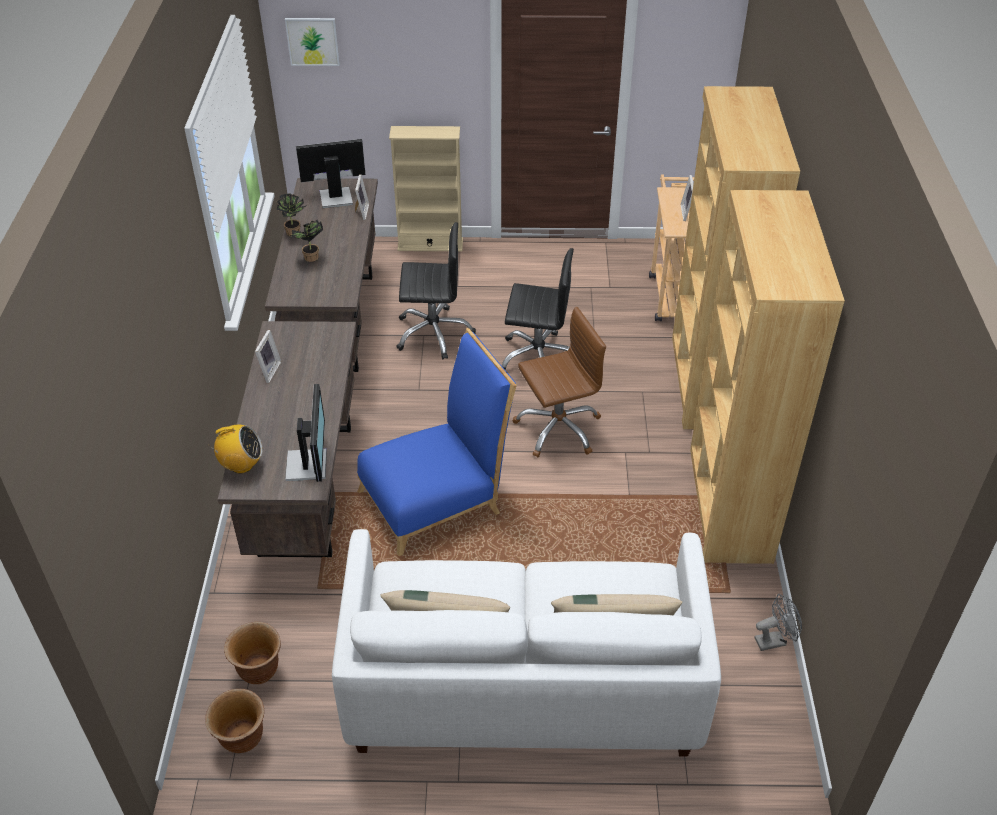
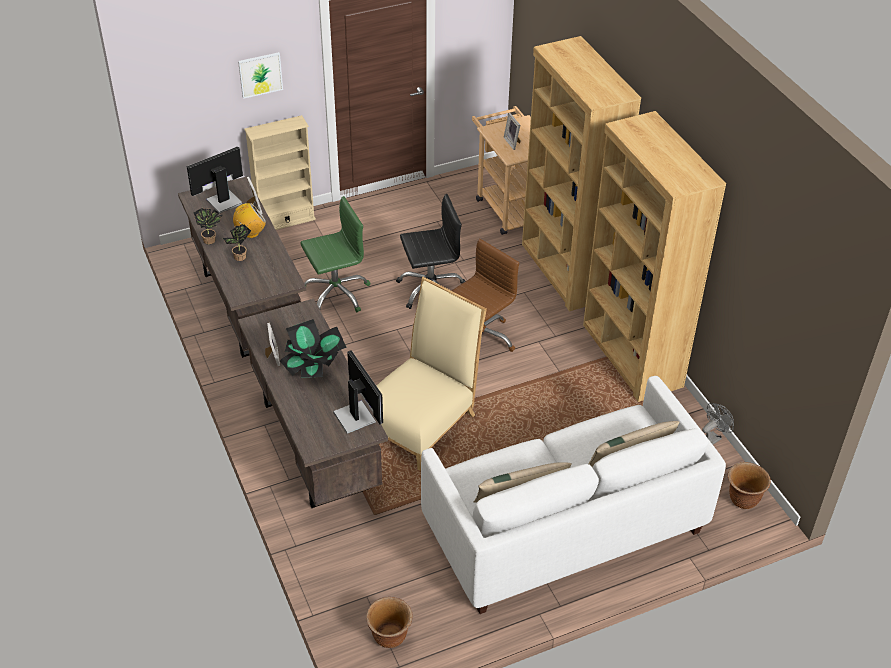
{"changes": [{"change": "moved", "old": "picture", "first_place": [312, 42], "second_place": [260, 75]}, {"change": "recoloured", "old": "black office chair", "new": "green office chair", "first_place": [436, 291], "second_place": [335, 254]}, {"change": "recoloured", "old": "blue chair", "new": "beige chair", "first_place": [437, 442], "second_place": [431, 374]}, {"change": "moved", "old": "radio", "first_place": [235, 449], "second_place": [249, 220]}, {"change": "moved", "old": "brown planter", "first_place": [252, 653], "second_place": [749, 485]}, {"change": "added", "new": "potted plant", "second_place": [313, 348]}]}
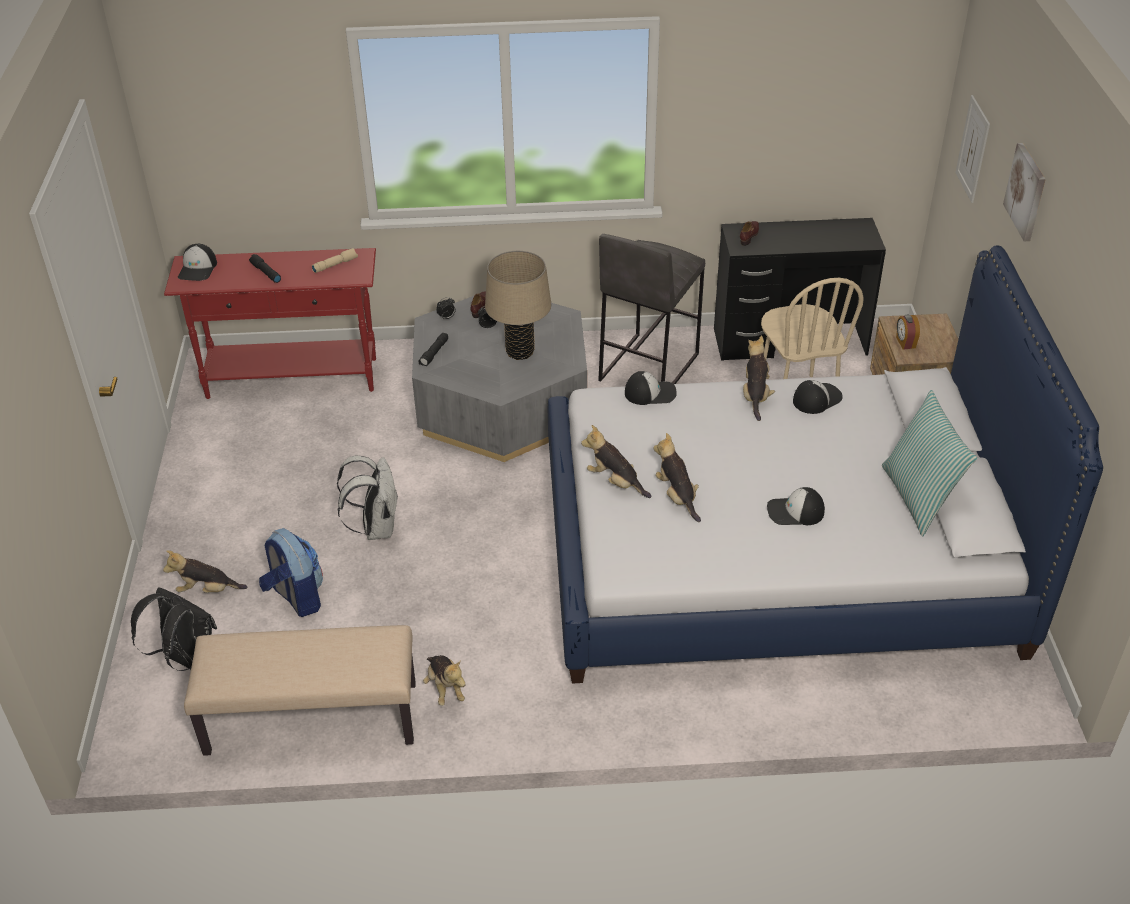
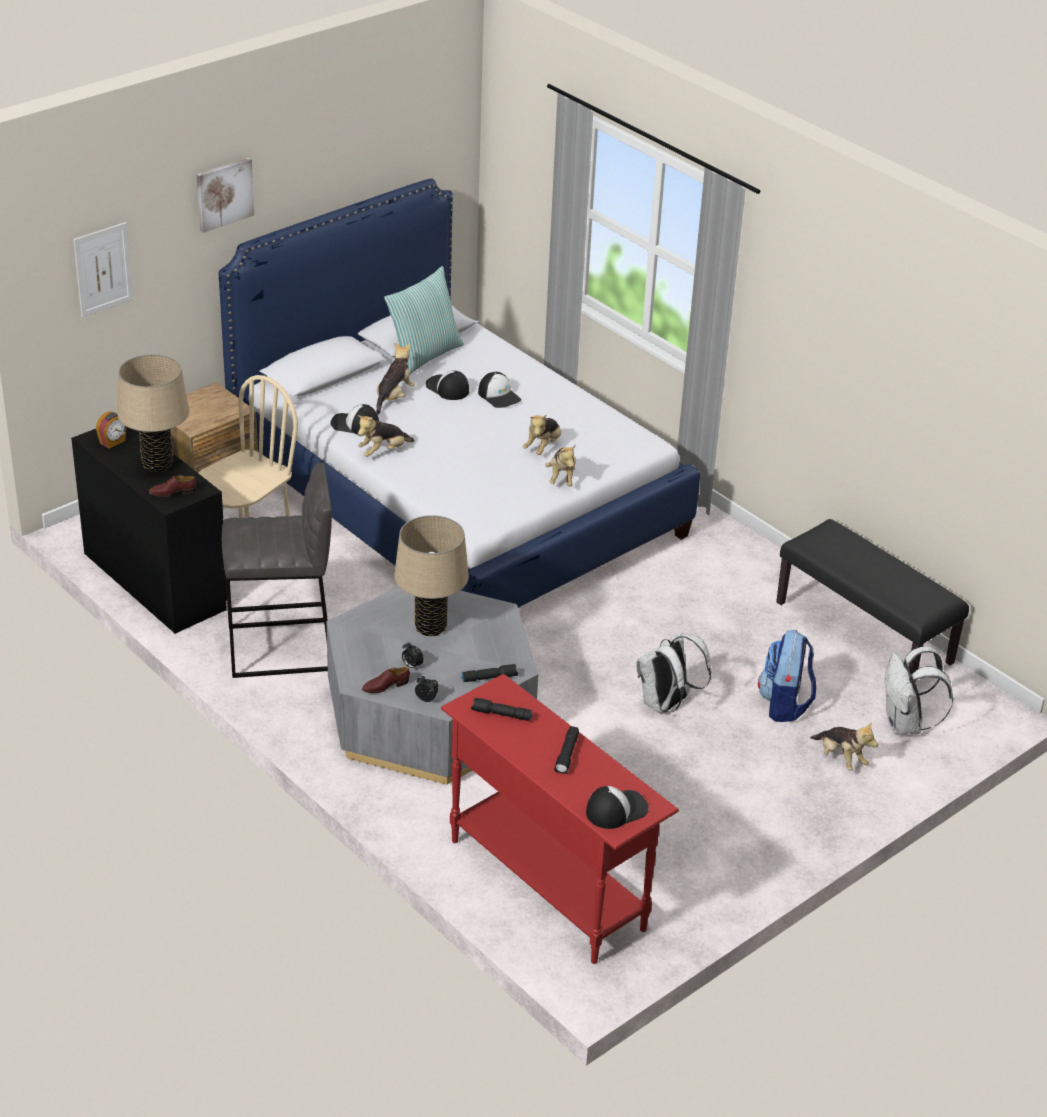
{"changes": [{"change": "recoloured", "old": "beige flashlight", "new": "black flashlight", "first_place": [335, 260], "second_place": [501, 709]}, {"change": "moved", "old": "alarm clock", "first_place": [908, 332], "second_place": [111, 430]}, {"change": "moved", "old": "cap", "first_place": [651, 388], "second_place": [447, 385]}, {"change": "recoloured", "old": "black backpack", "new": "white backpack", "first_place": [174, 629], "second_place": [918, 690]}, {"change": "recoloured", "old": "beige bench", "new": "black bench", "first_place": [299, 690], "second_place": [872, 600]}, {"change": "moved", "old": "plush toy", "first_place": [444, 680], "second_place": [395, 379]}, {"change": "added", "new": "beige table lamp", "second_place": [153, 413]}]}
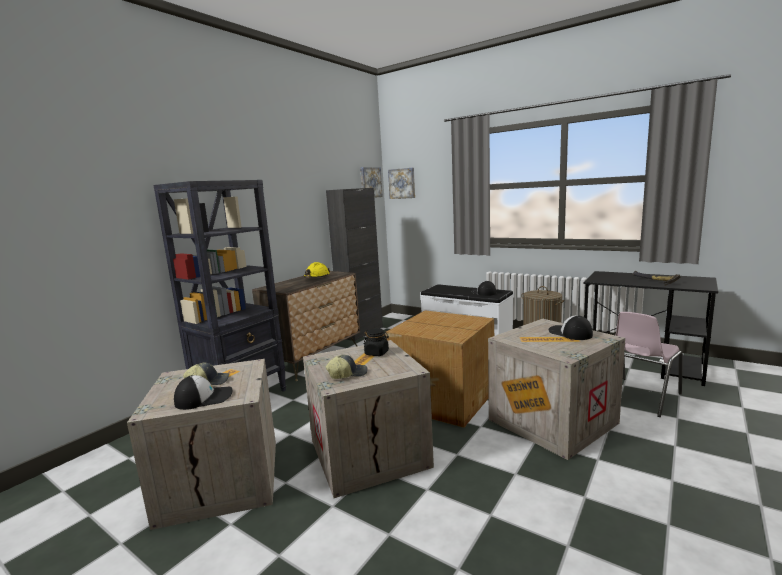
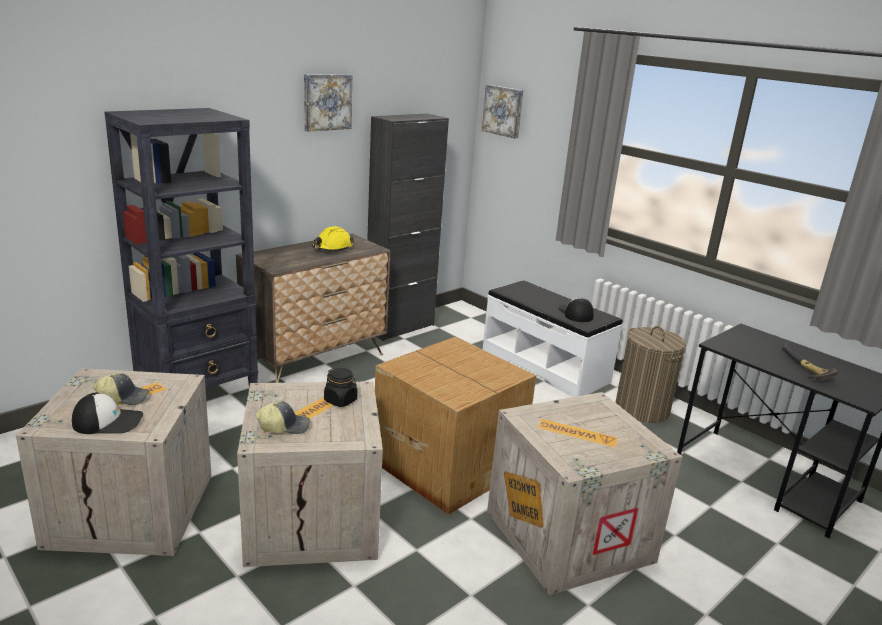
{"changes": [{"change": "moved", "old": "picture", "first_place": [371, 182], "second_place": [328, 103]}, {"change": "removed", "old": "pink chair", "first_place": [649, 364]}, {"change": "removed", "old": "cap", "first_place": [570, 327]}]}
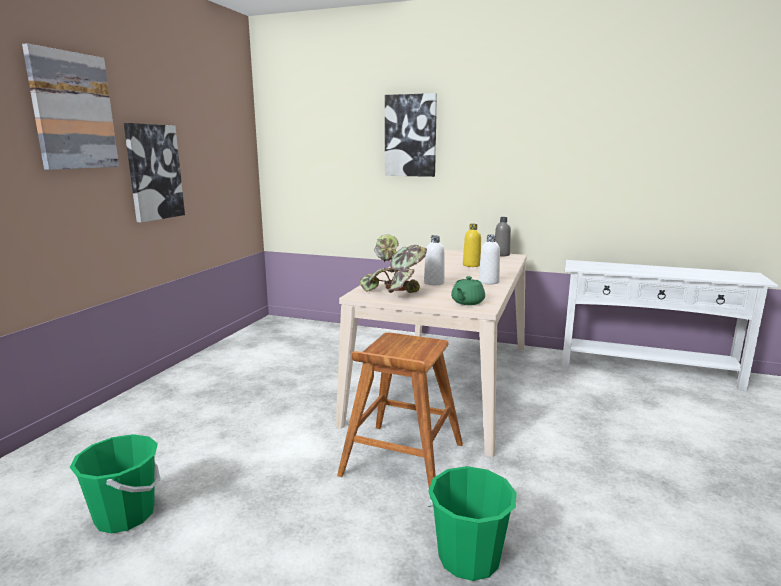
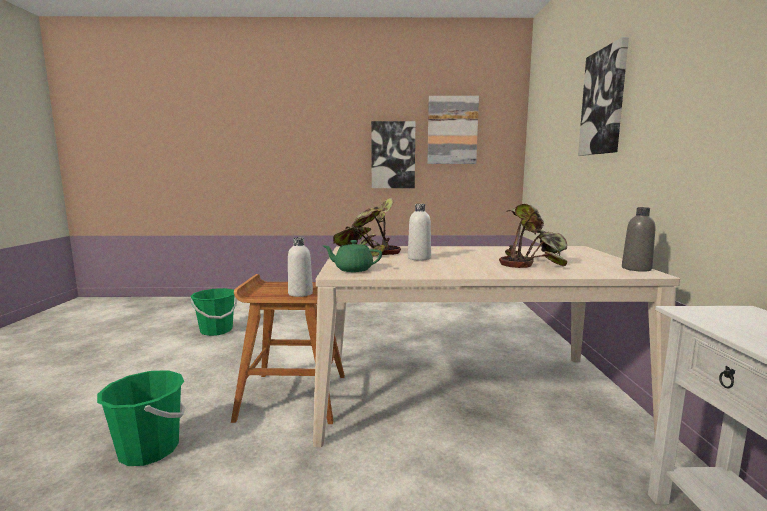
{"changes": [{"change": "moved", "old": "picture", "first_place": [70, 106], "second_place": [453, 130]}, {"change": "replaced", "old": "yellow bottle", "new": "potted plant", "first_place": [472, 245], "second_place": [533, 236]}, {"change": "moved", "old": "white bottle", "first_place": [489, 260], "second_place": [300, 267]}]}
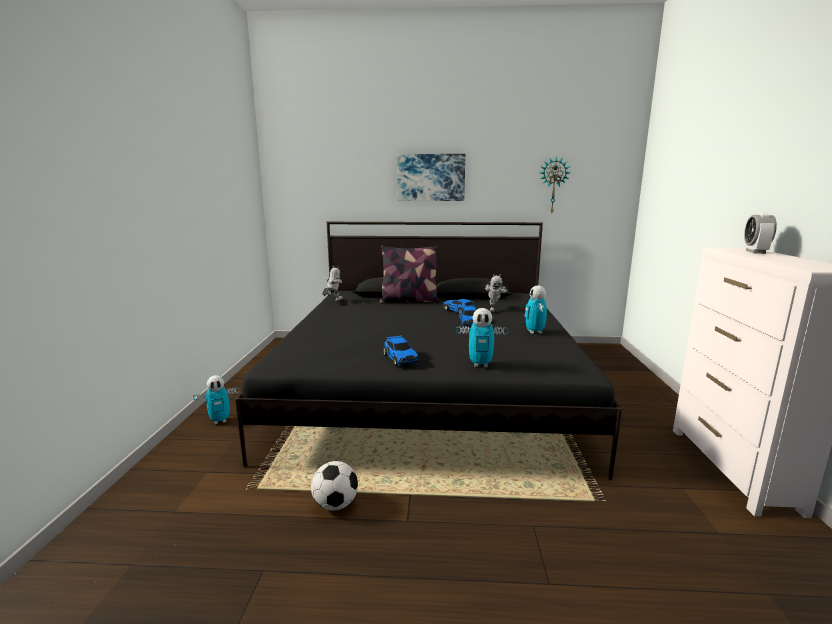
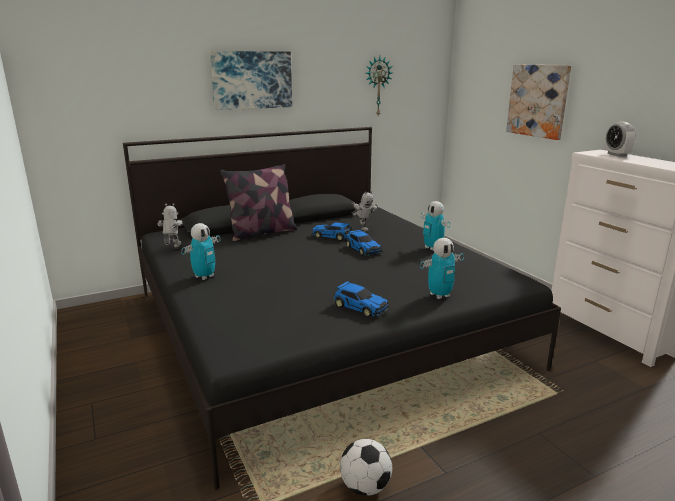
{"changes": [{"change": "moved", "old": "toy robot", "first_place": [216, 399], "second_place": [201, 251]}, {"change": "added", "new": "picture", "second_place": [538, 102]}]}
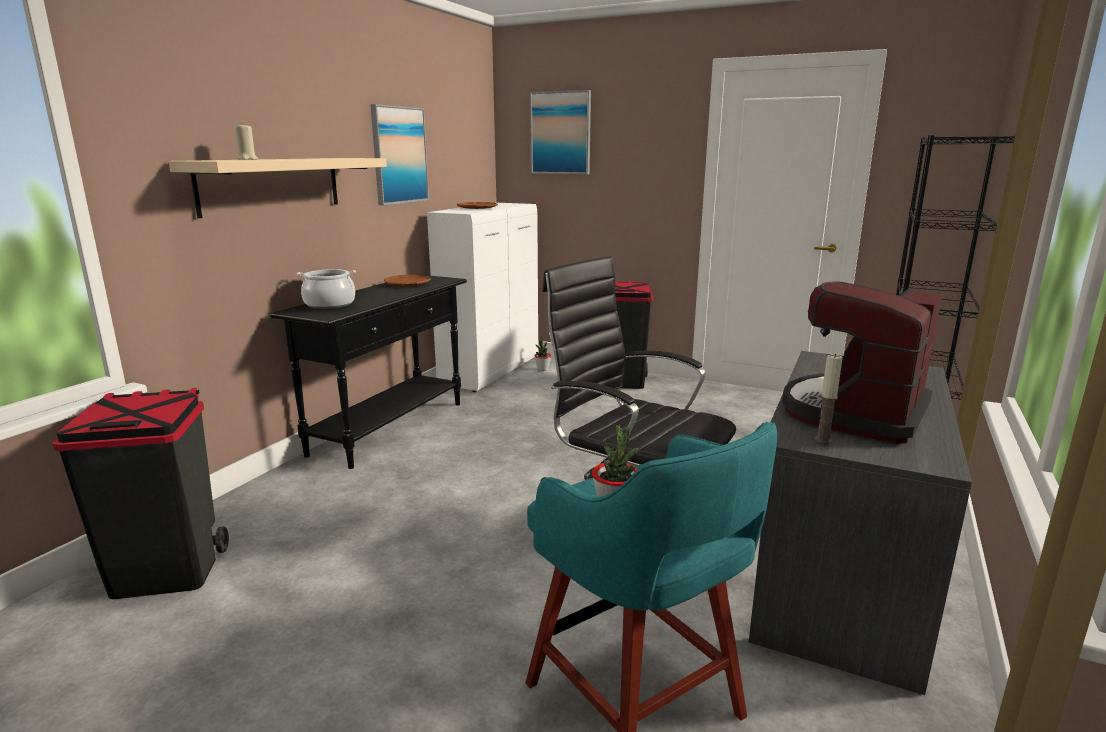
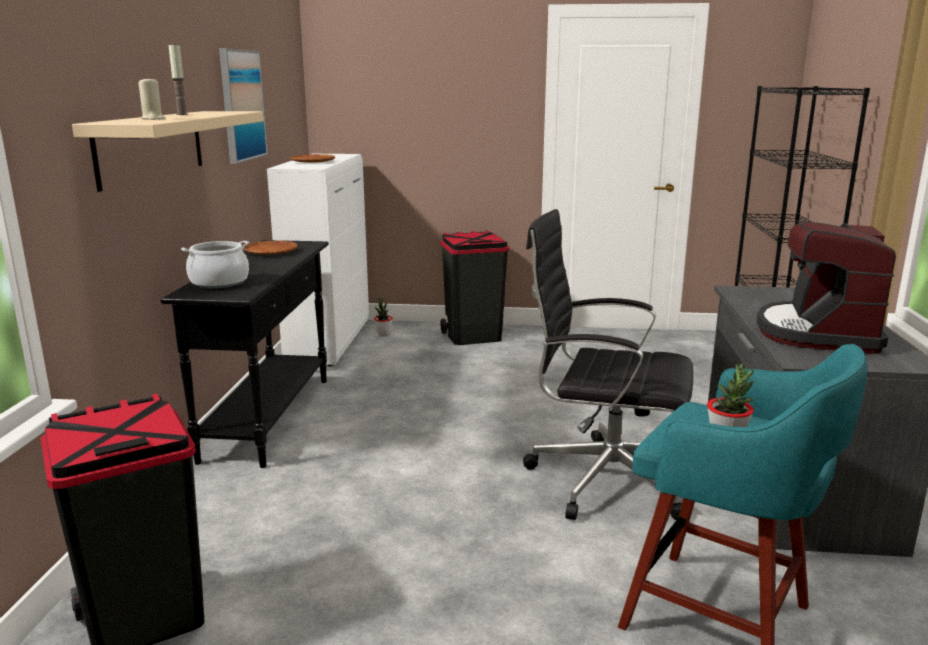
{"changes": [{"change": "removed", "old": "picture", "first_place": [560, 132]}, {"change": "moved", "old": "candle", "first_place": [829, 398], "second_place": [178, 79]}]}
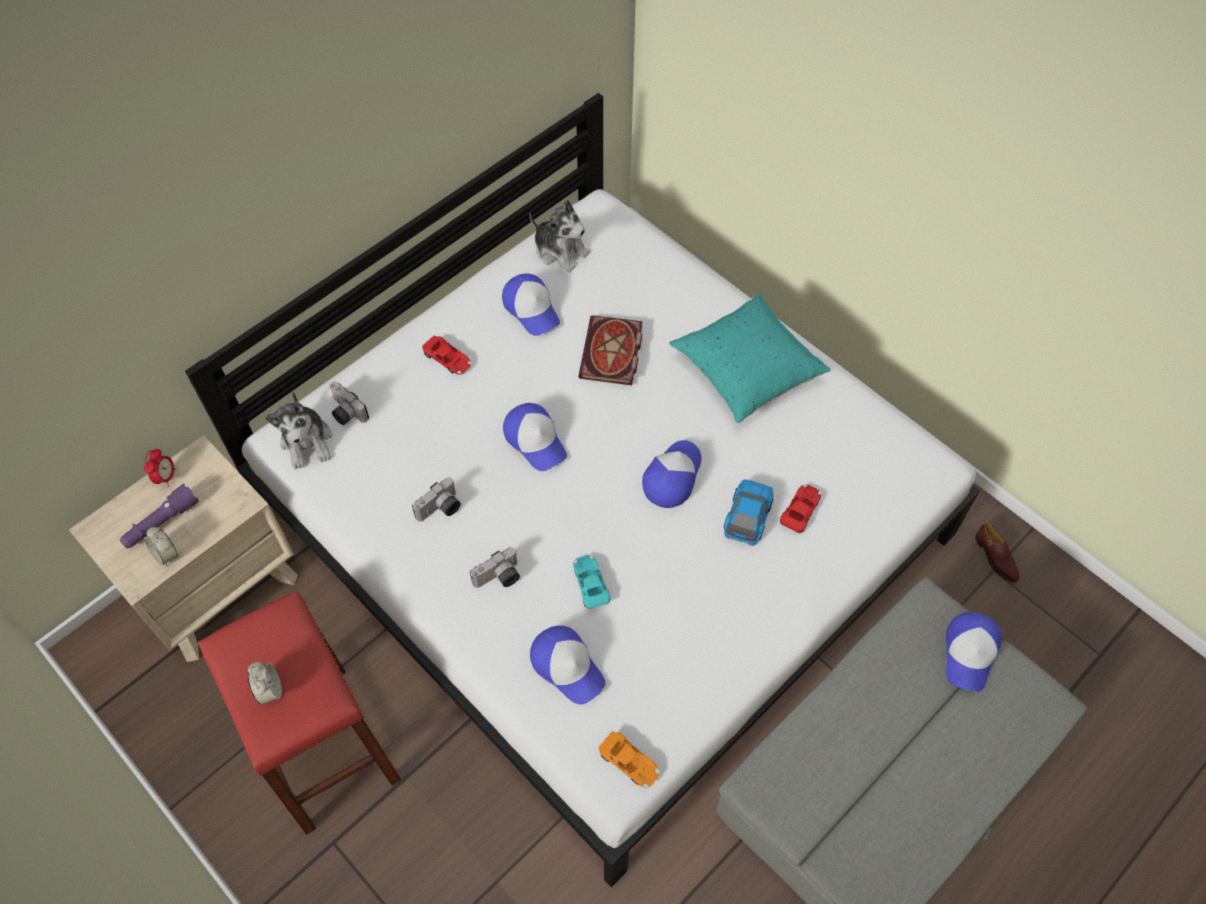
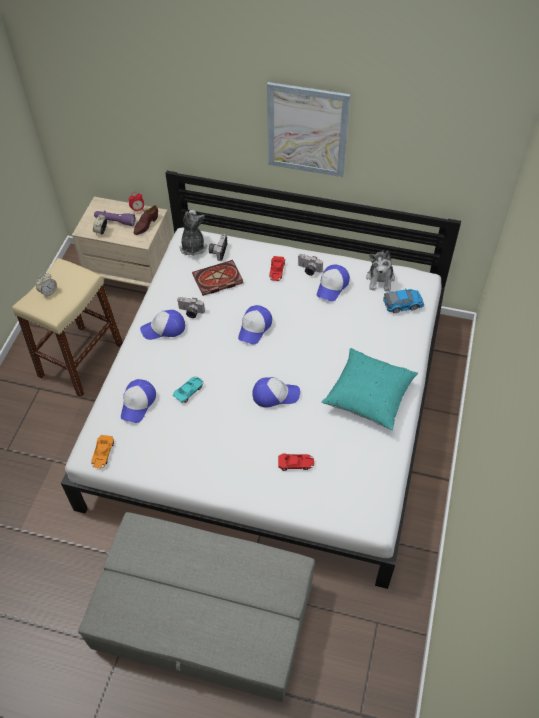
{"changes": [{"change": "moved", "old": "book", "first_place": [610, 350], "second_place": [217, 278]}, {"change": "turned", "old": "plush toy", "first_place": [298, 430], "second_place": [193, 233], "degrees": 135}, {"change": "moved", "old": "toy car", "first_place": [748, 512], "second_place": [403, 301]}, {"change": "moved", "old": "brown shoe", "first_place": [997, 553], "second_place": [146, 220]}, {"change": "moved", "old": "photo camera", "first_place": [495, 567], "second_place": [310, 265]}, {"change": "recoloured", "old": "red stool", "new": "beige stool", "first_place": [299, 713], "second_place": [67, 327]}, {"change": "moved", "old": "cap", "first_place": [974, 652], "second_place": [162, 325]}, {"change": "added", "new": "picture", "second_place": [308, 129]}]}
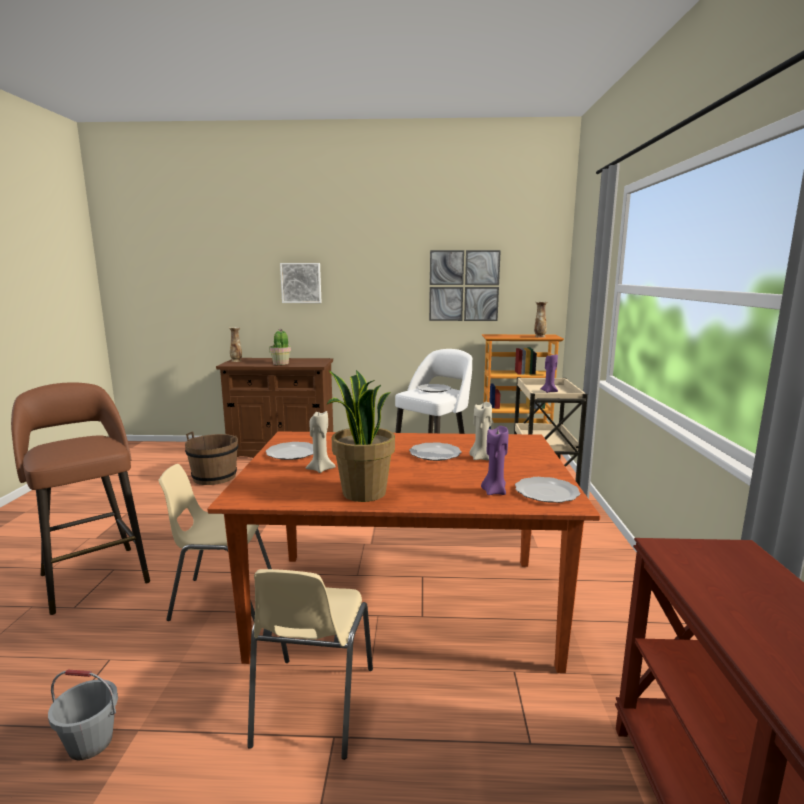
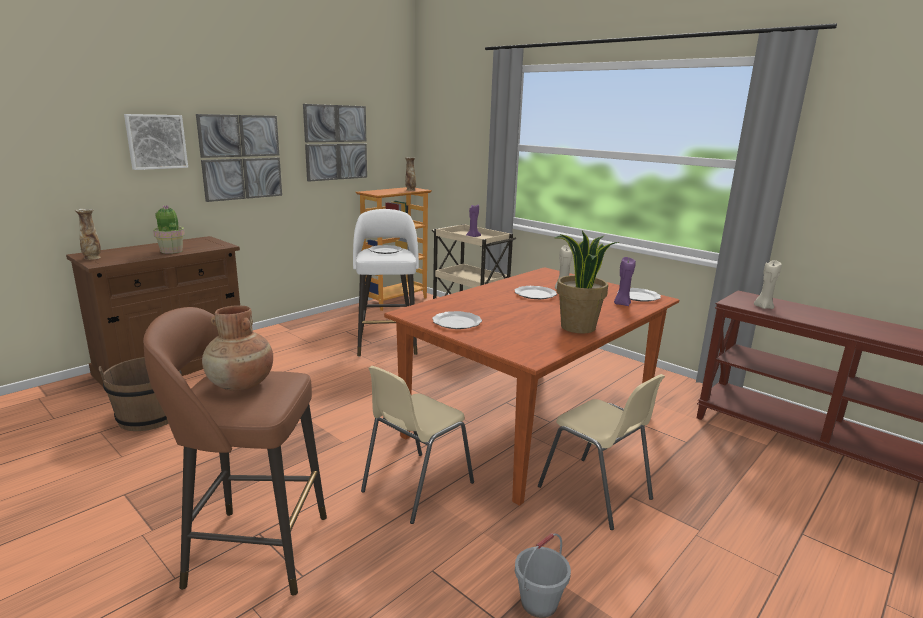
{"changes": [{"change": "moved", "old": "beige candle", "first_place": [321, 442], "second_place": [768, 284]}, {"change": "added", "new": "picture", "second_place": [239, 158]}, {"change": "added", "new": "brown vase", "second_place": [237, 348]}]}
